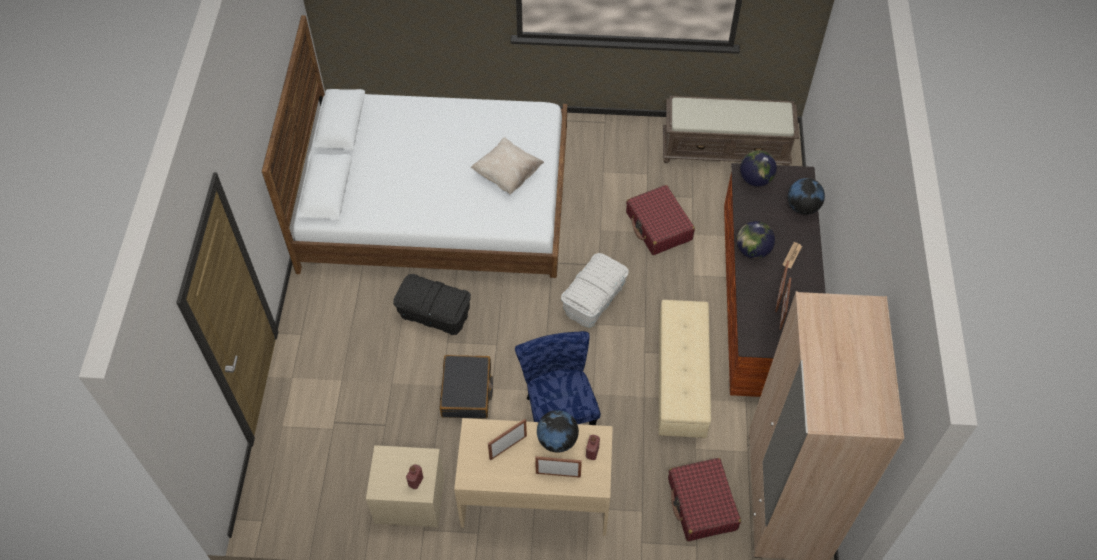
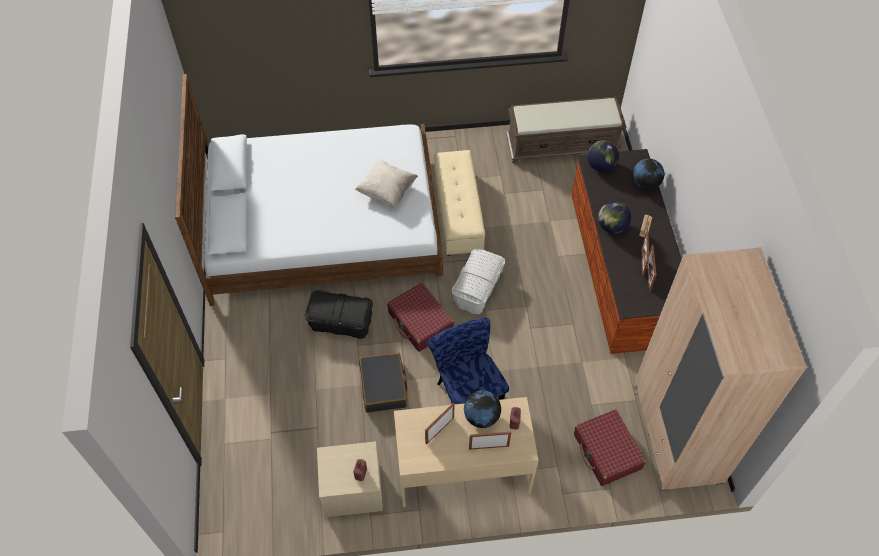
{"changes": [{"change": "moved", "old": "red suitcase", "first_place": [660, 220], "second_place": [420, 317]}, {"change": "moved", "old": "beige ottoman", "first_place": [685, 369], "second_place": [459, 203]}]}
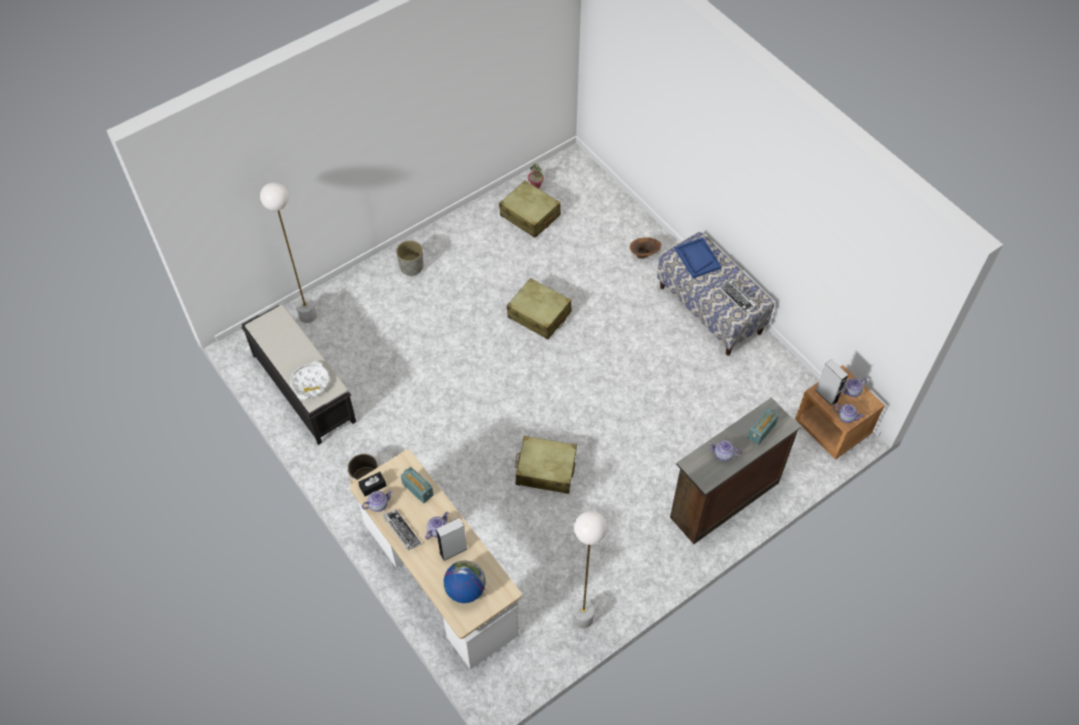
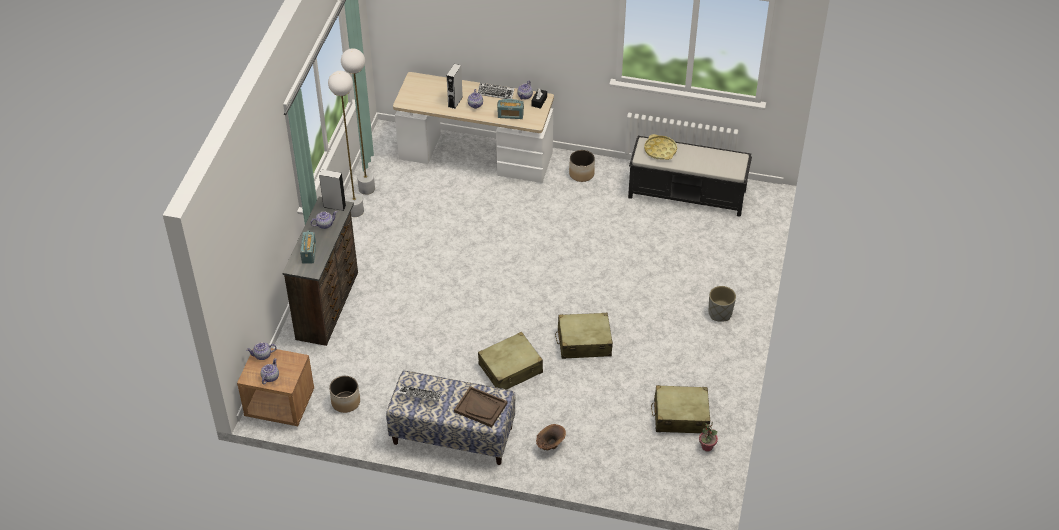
{"changes": [{"change": "moved", "old": "white floor lamp", "first_place": [288, 252], "second_place": [346, 144]}, {"change": "recoloured", "old": "blue tray", "new": "brown tray", "first_place": [698, 257], "second_place": [480, 406]}, {"change": "moved", "old": "grey speaker", "first_place": [832, 382], "second_place": [332, 190]}, {"change": "recoloured", "old": "white tray", "new": "yellow tray", "first_place": [309, 380], "second_place": [660, 147]}, {"change": "moved", "old": "beige suitcase", "first_place": [546, 465], "second_place": [510, 360]}, {"change": "removed", "old": "globe", "first_place": [465, 581]}, {"change": "added", "new": "planter", "second_place": [344, 394]}]}
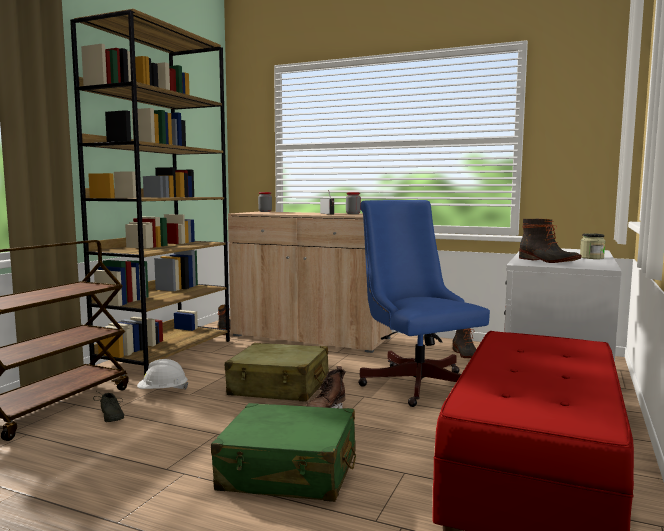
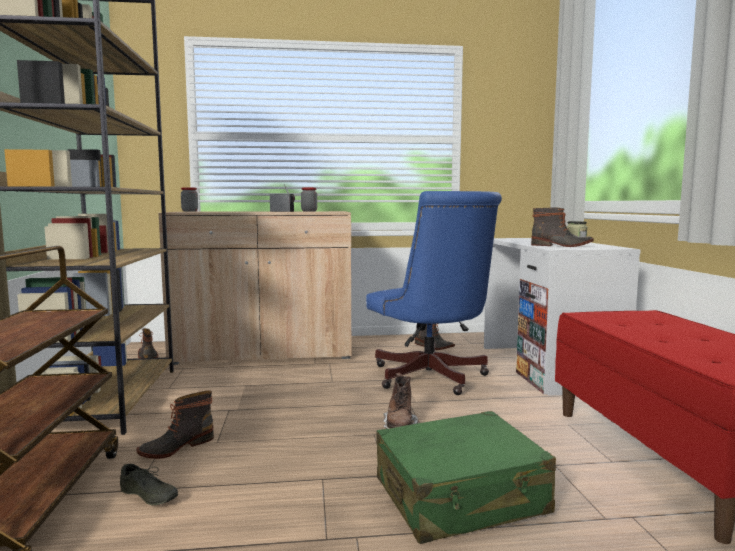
{"changes": [{"change": "turned", "old": "blue office chair", "first_place": [424, 303], "second_place": [434, 293], "degrees": -150}, {"change": "removed", "old": "beige suitcase", "first_place": [277, 372]}, {"change": "replaced", "old": "white hard hat", "new": "boot", "first_place": [162, 374], "second_place": [175, 425]}]}
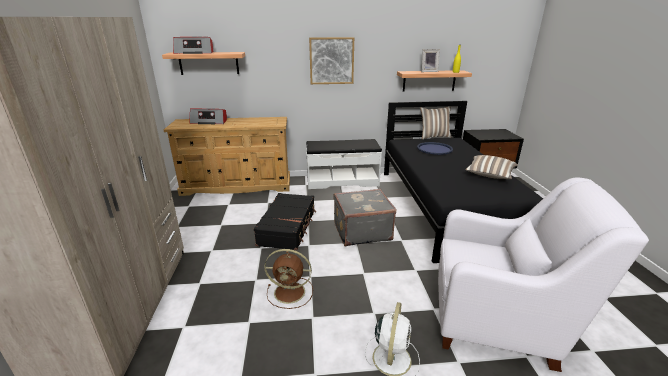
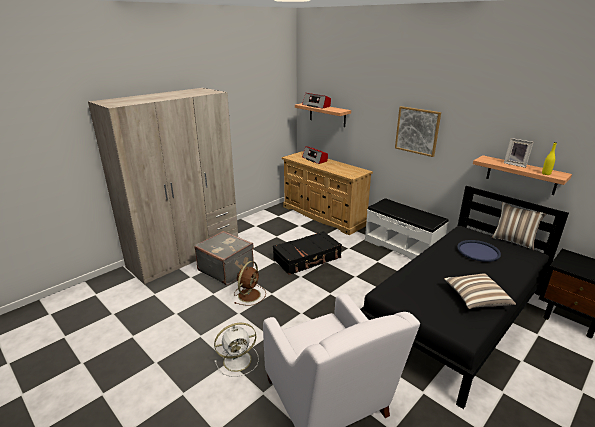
{"changes": [{"change": "moved", "old": "grey suitcase", "first_place": [365, 218], "second_place": [224, 258]}, {"change": "turned", "old": "brown fan", "first_place": [289, 279], "second_place": [250, 283], "degrees": -120}]}
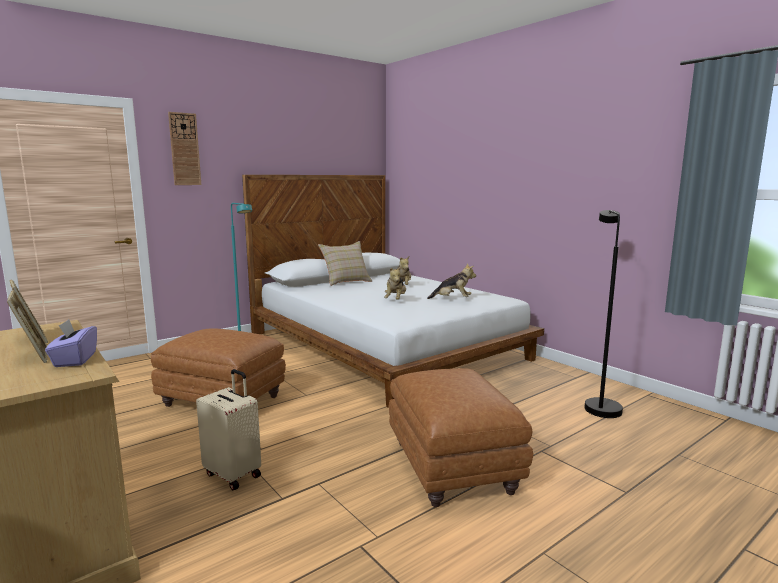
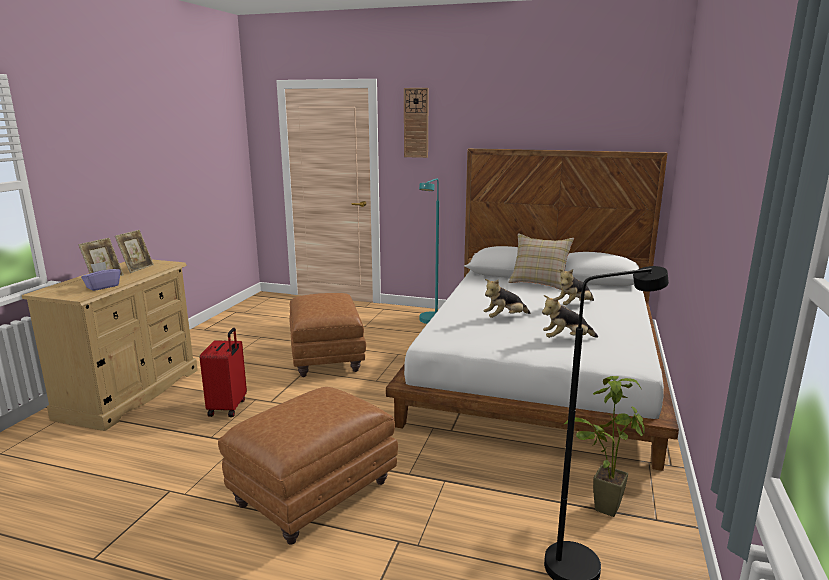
{"changes": [{"change": "turned", "old": "plush toy", "first_place": [451, 281], "second_place": [570, 316], "degrees": 105}, {"change": "recoloured", "old": "beige suitcase", "new": "red suitcase", "first_place": [228, 429], "second_place": [223, 372]}, {"change": "added", "new": "potted plant", "second_place": [604, 446]}]}
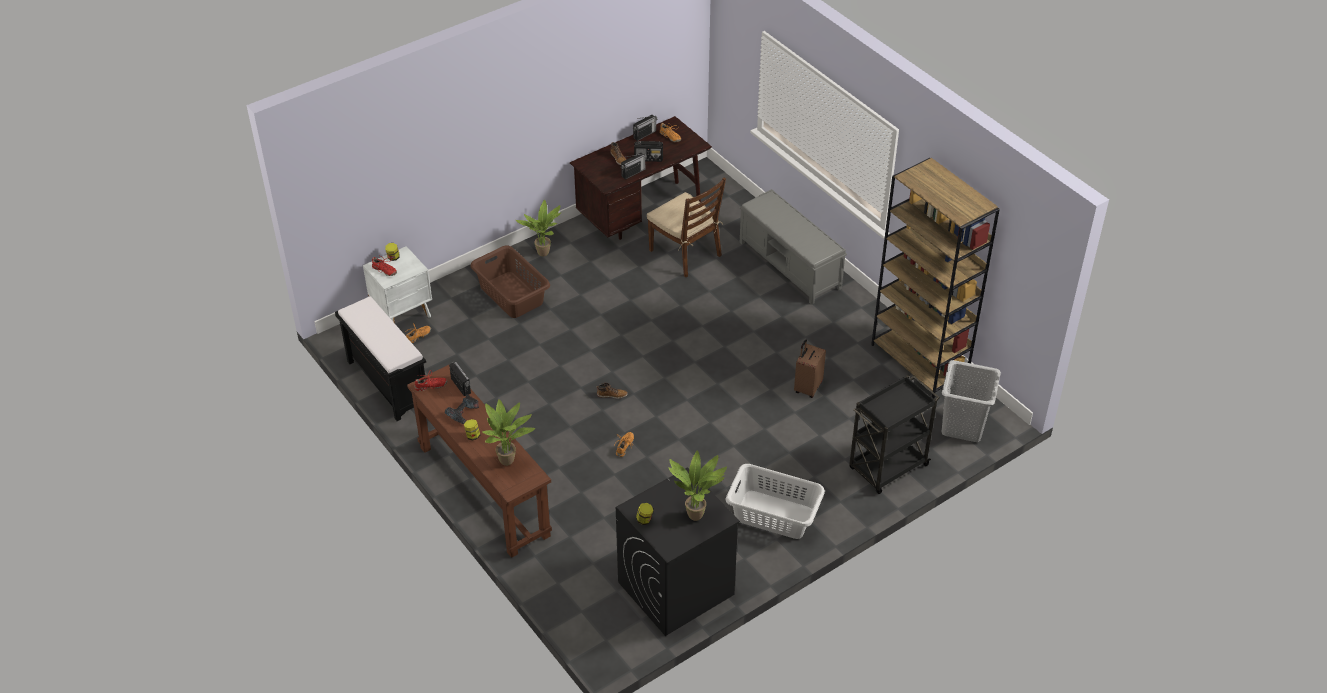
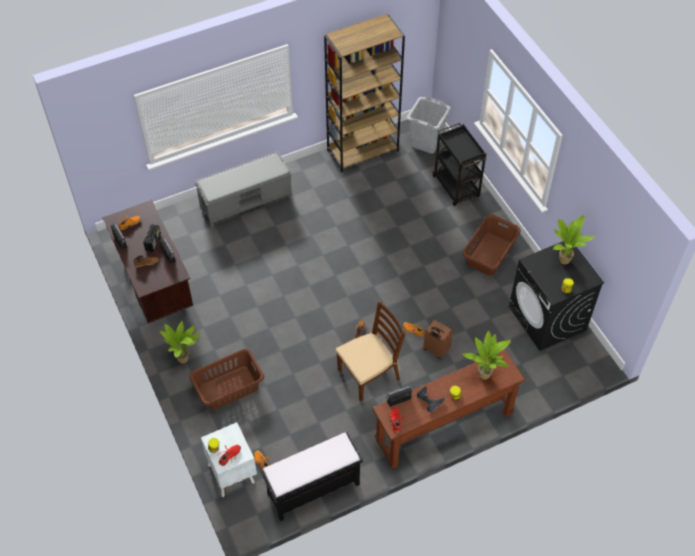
{"changes": [{"change": "moved", "old": "brown chair", "first_place": [686, 227], "second_place": [370, 351]}, {"change": "moved", "old": "brown suitcase", "first_place": [810, 368], "second_place": [438, 339]}, {"change": "recoloured", "old": "white laundry basket", "new": "brown laundry basket", "first_place": [775, 501], "second_place": [491, 245]}]}
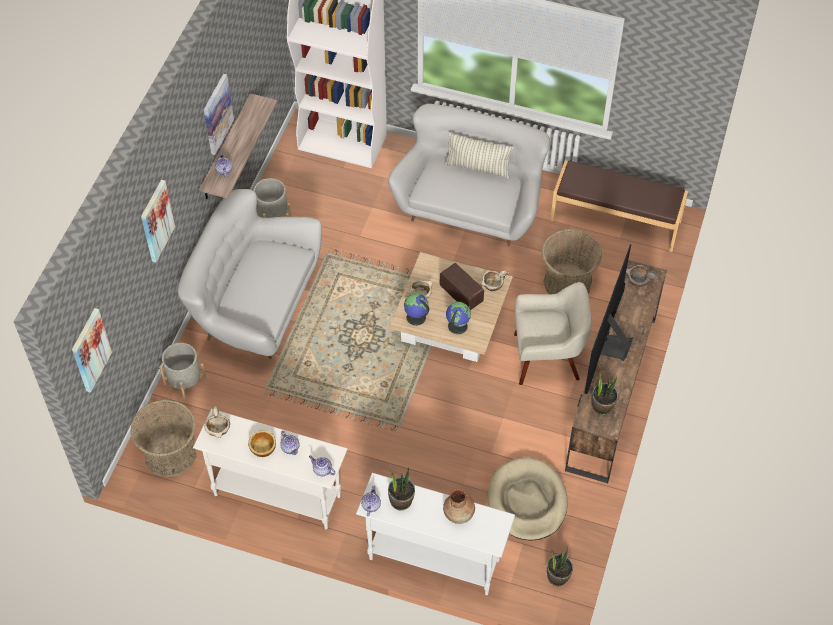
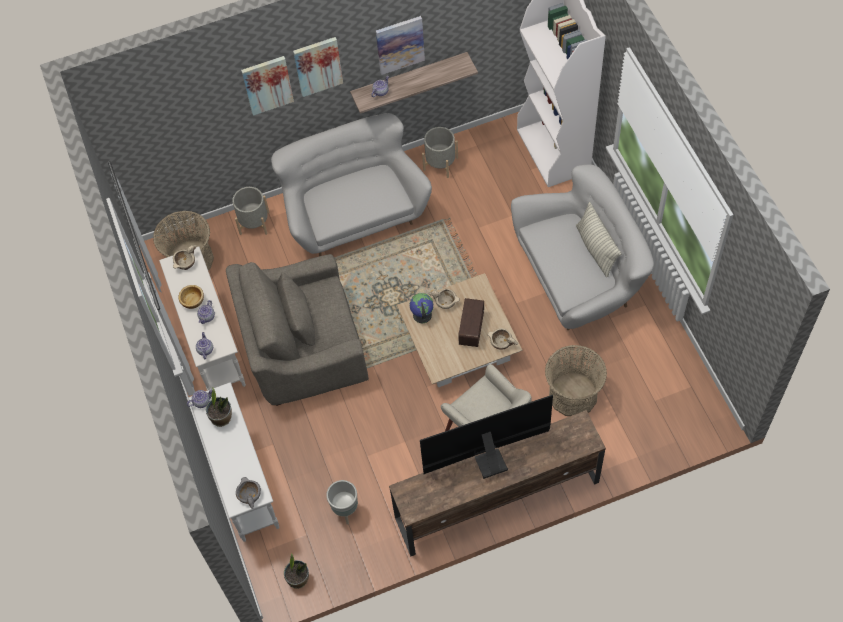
{"changes": [{"change": "removed", "old": "brown bench", "first_place": [619, 206]}, {"change": "moved", "old": "grey bowl", "first_place": [642, 276], "second_place": [248, 493]}, {"change": "removed", "old": "globe", "first_place": [458, 318]}, {"change": "moved", "old": "picture", "first_place": [92, 350], "second_place": [318, 67]}, {"change": "removed", "old": "potted plant", "first_place": [604, 394]}, {"change": "replaced", "old": "beige dog bed", "new": "grey planter", "first_place": [528, 499], "second_place": [342, 502]}, {"change": "removed", "old": "brown vase", "first_place": [459, 506]}, {"change": "added", "new": "grey armchair", "second_place": [297, 330]}]}
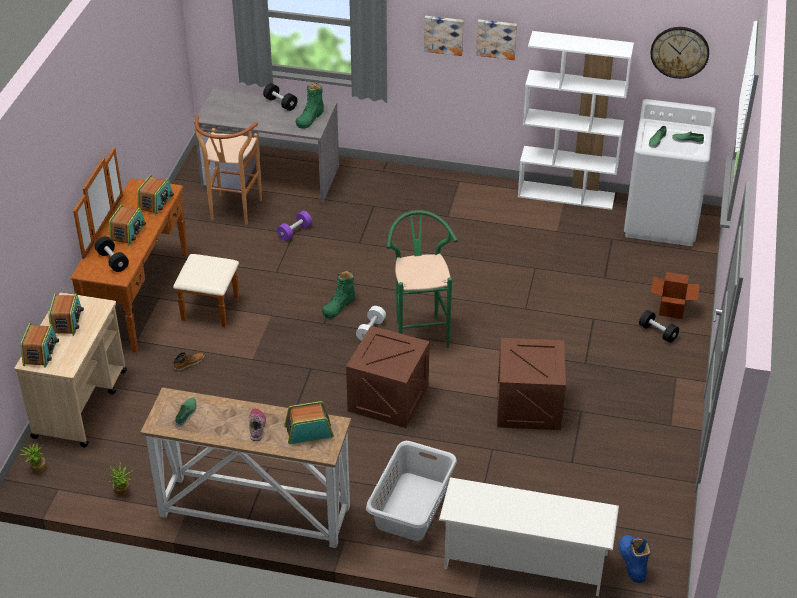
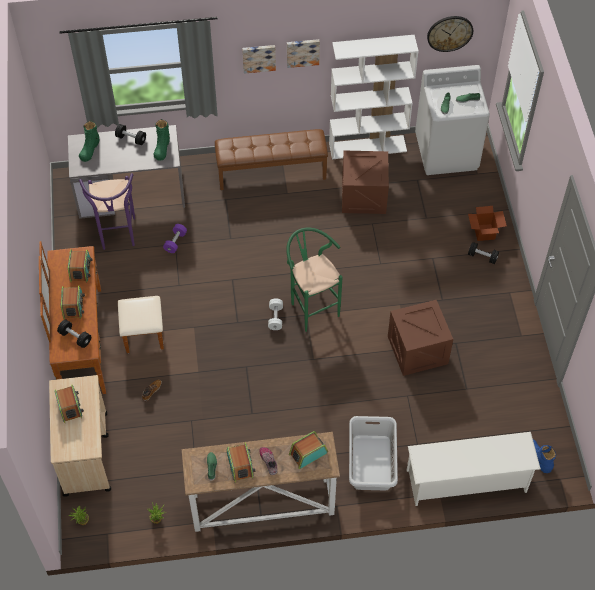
{"changes": [{"change": "recoloured", "old": "brown stool", "new": "purple stool", "first_place": [228, 170], "second_place": [107, 211]}, {"change": "moved", "old": "green boot", "first_place": [338, 294], "second_place": [89, 141]}, {"change": "moved", "old": "radio", "first_place": [39, 345], "second_place": [241, 462]}, {"change": "moved", "old": "crate", "first_place": [388, 377], "second_place": [365, 182]}, {"change": "added", "new": "brown bench", "second_place": [271, 159]}]}
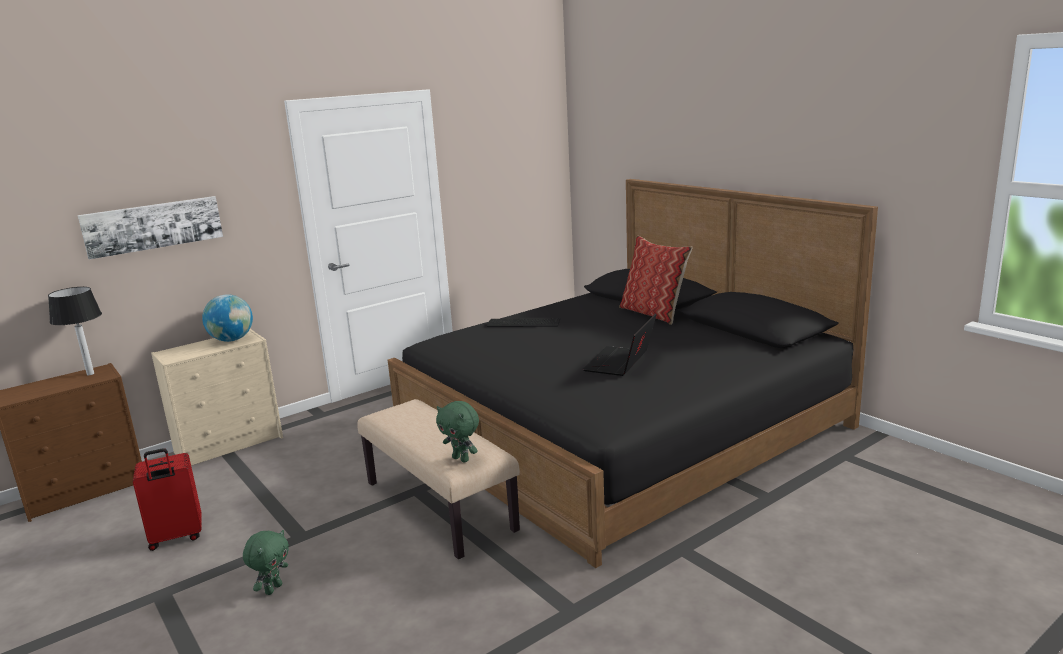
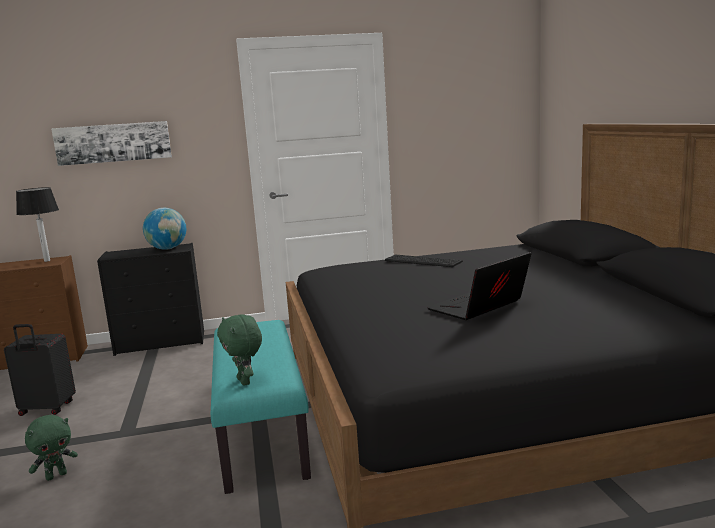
{"changes": [{"change": "removed", "old": "pillow", "first_place": [656, 280]}, {"change": "recoloured", "old": "beige dresser", "new": "black dresser", "first_place": [217, 397], "second_place": [150, 299]}, {"change": "recoloured", "old": "beige bench", "new": "turquoise bench", "first_place": [438, 479], "second_place": [261, 407]}, {"change": "recoloured", "old": "red suitcase", "new": "black suitcase", "first_place": [167, 499], "second_place": [40, 370]}]}
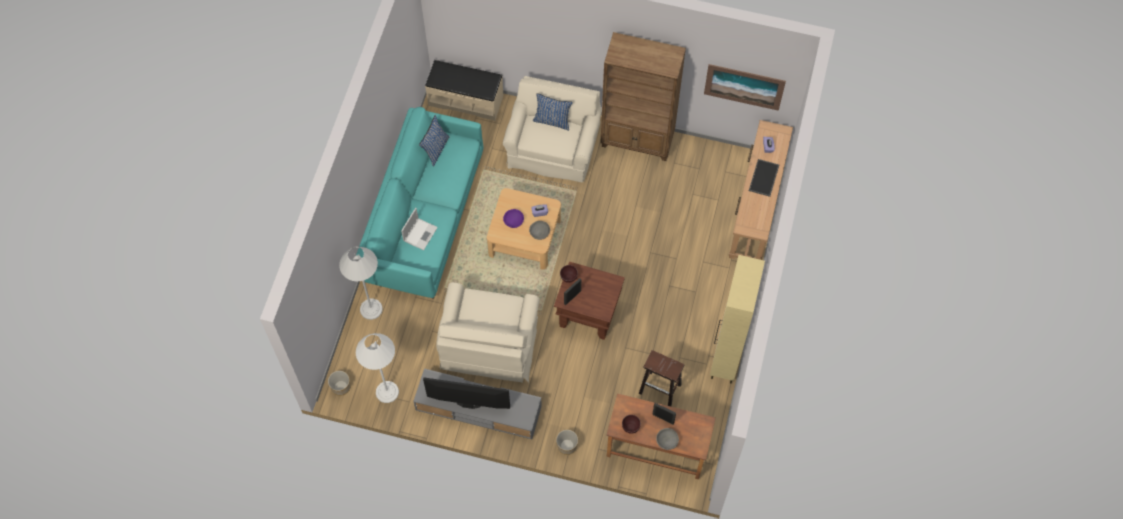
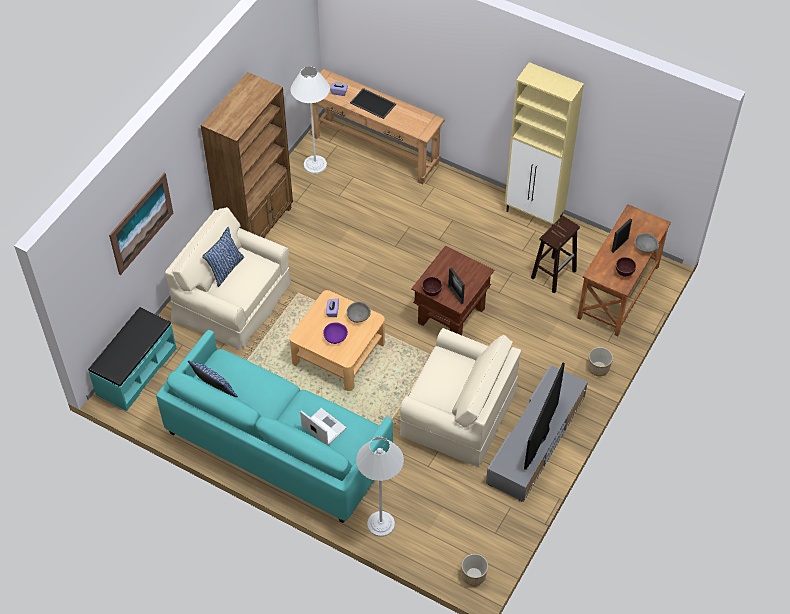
{"changes": [{"change": "recoloured", "old": "beige bench", "new": "turquoise bench", "first_place": [464, 90], "second_place": [132, 359]}, {"change": "moved", "old": "picture", "first_place": [745, 87], "second_place": [141, 223]}, {"change": "moved", "old": "white floor lamp", "first_place": [377, 368], "second_place": [310, 120]}]}
